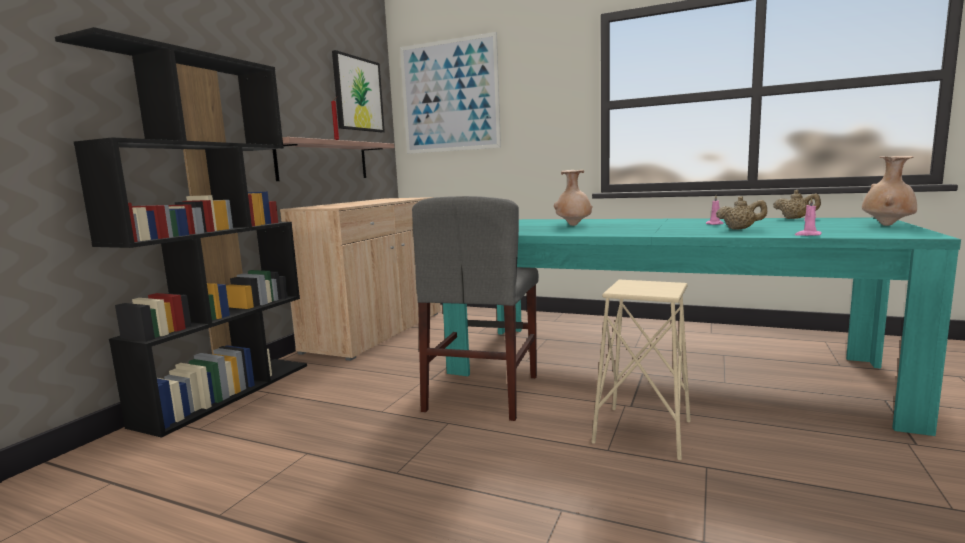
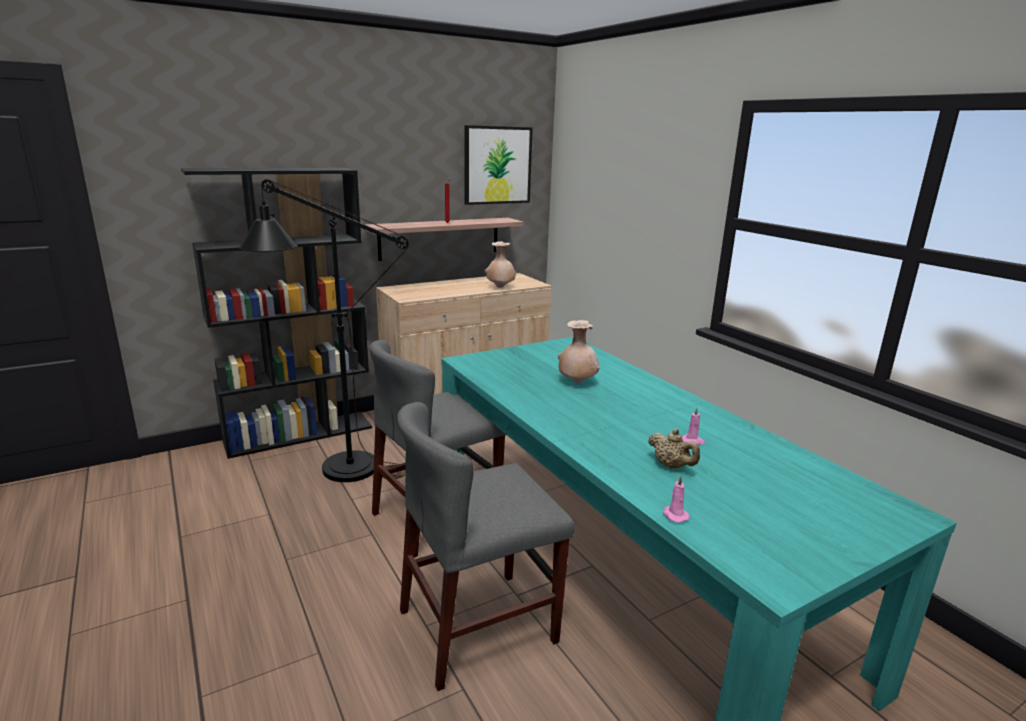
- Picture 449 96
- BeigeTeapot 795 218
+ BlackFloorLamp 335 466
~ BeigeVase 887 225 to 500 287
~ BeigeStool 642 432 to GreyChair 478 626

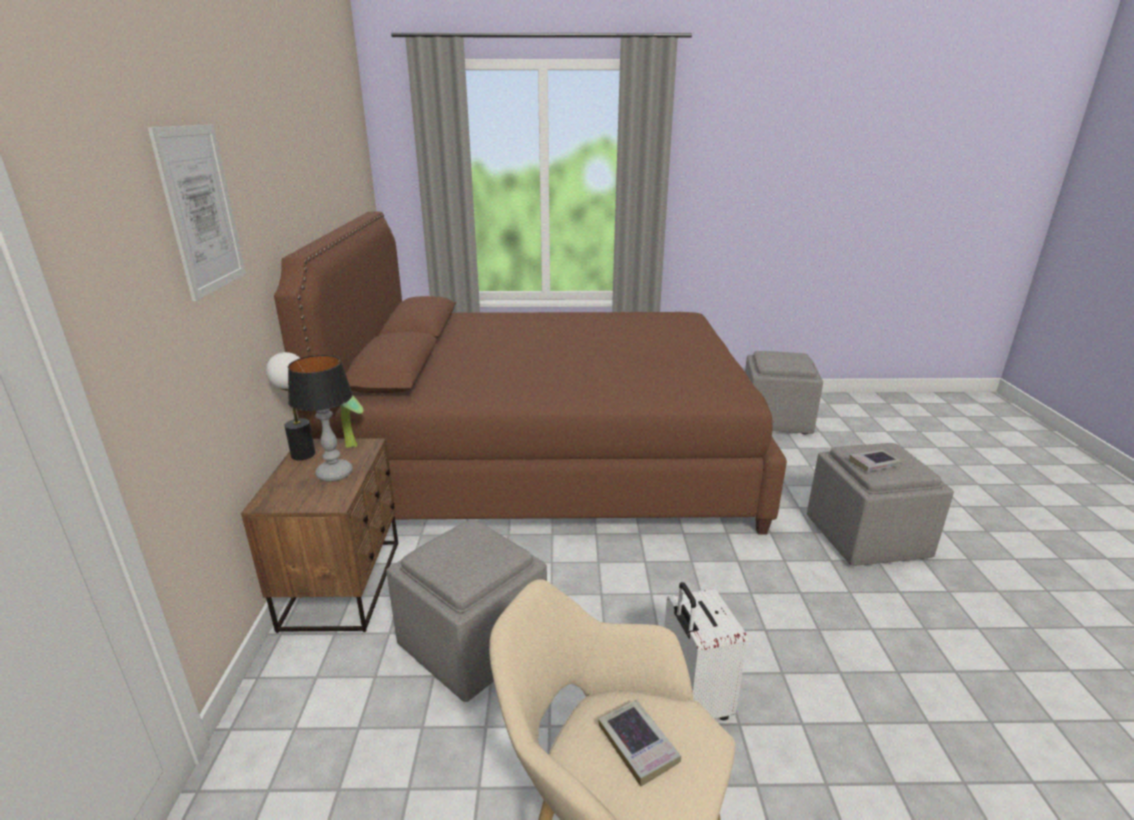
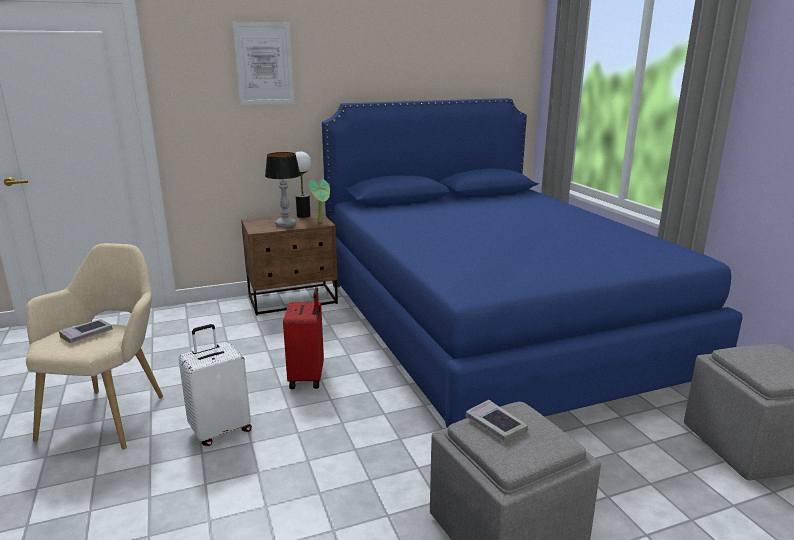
- GreyOttoman 475 643
+ RedSuitcase 308 378
~ BrownBed 550 458 to BlueBed 490 327

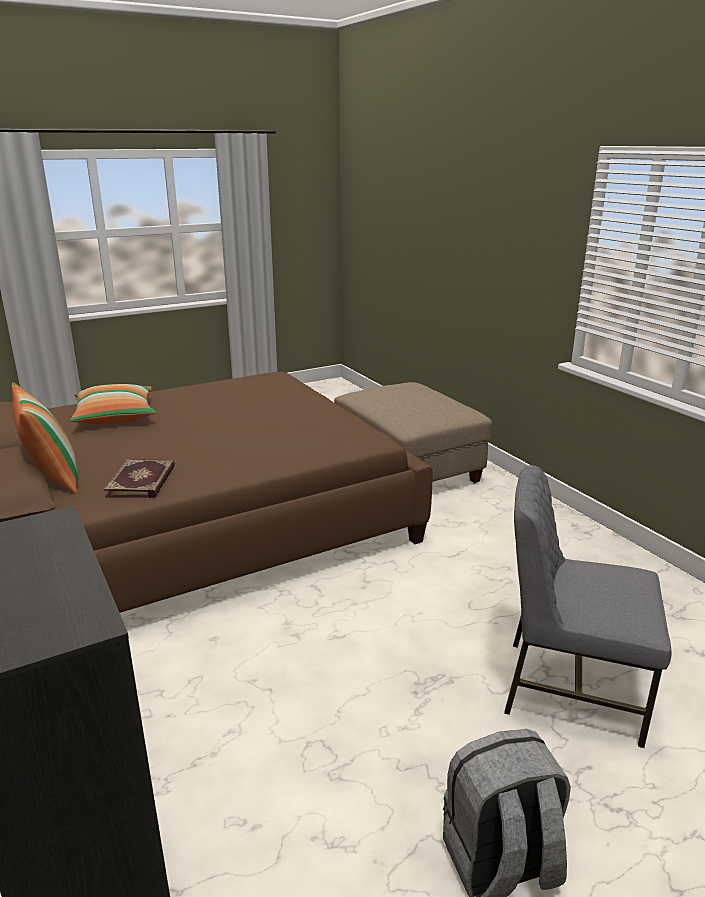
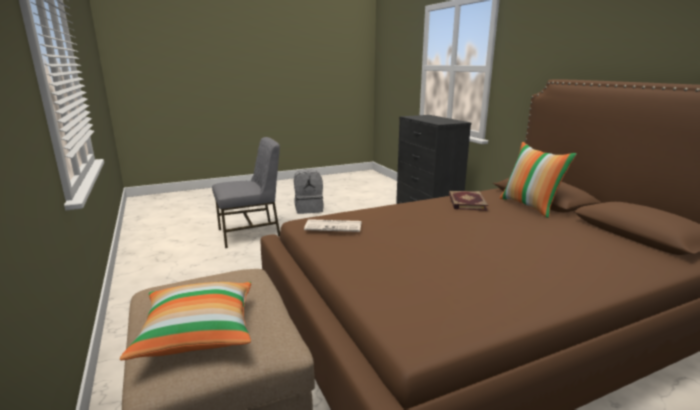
+ Newspaper 334 226
~ Pillow 115 417 to 197 332
~ GreyChair 569 688 = 250 234 45 degrees counterclockwise

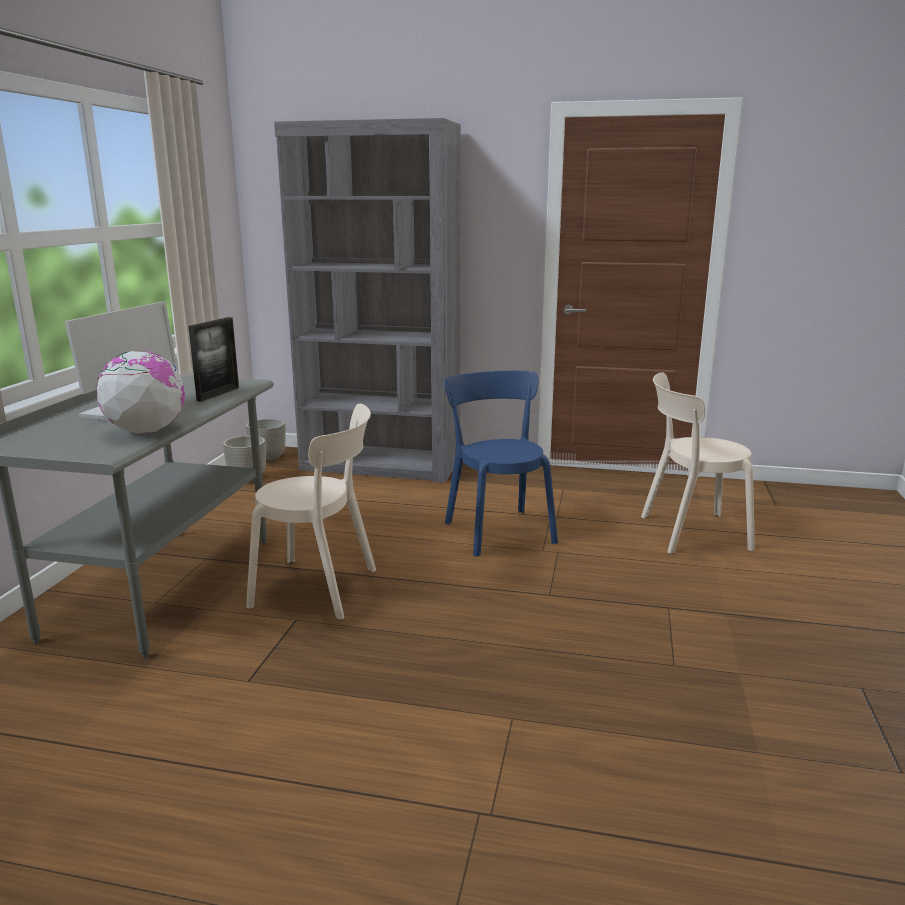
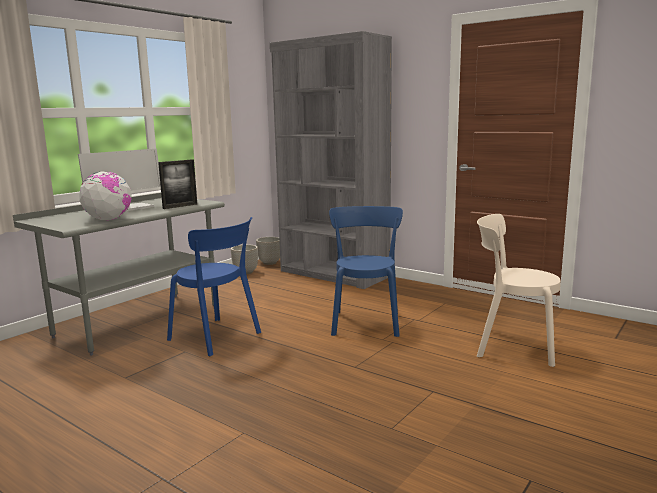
~ BeigeChair 320 588 to BlueChair 217 337

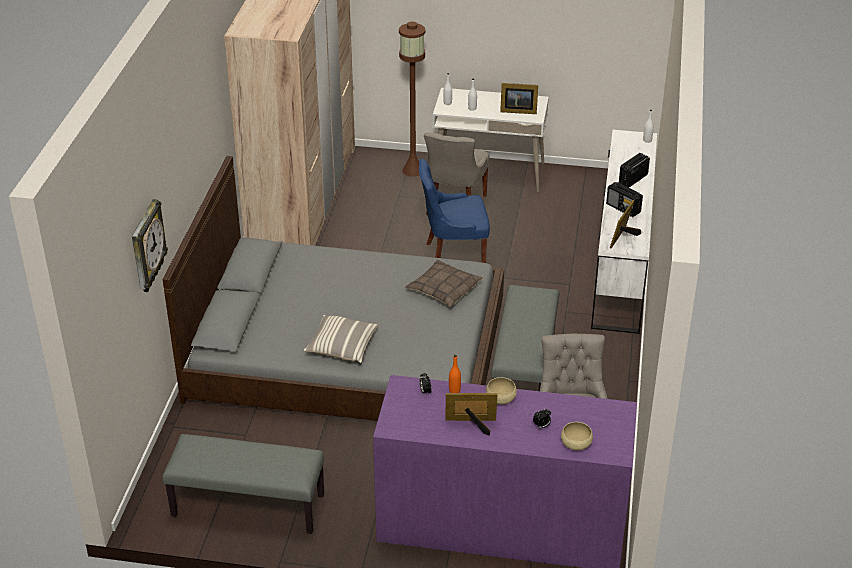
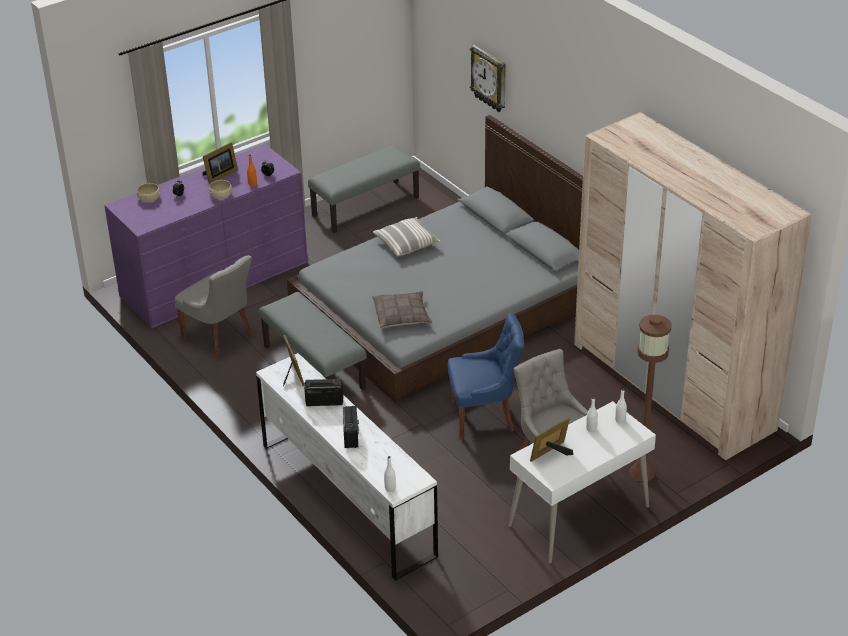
~ BlueChair 453 256 = 484 416 45 degrees clockwise

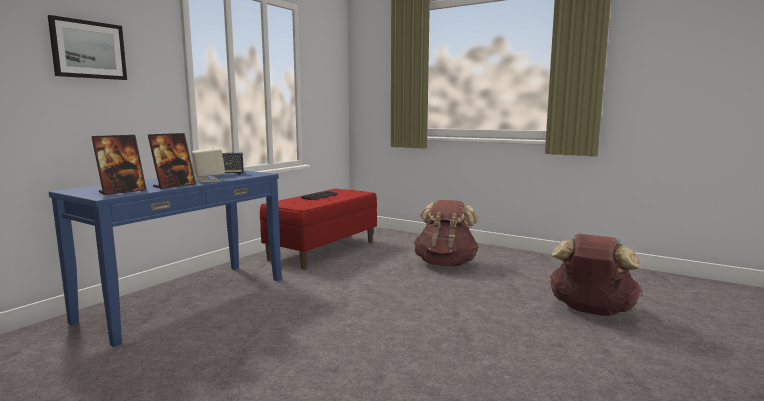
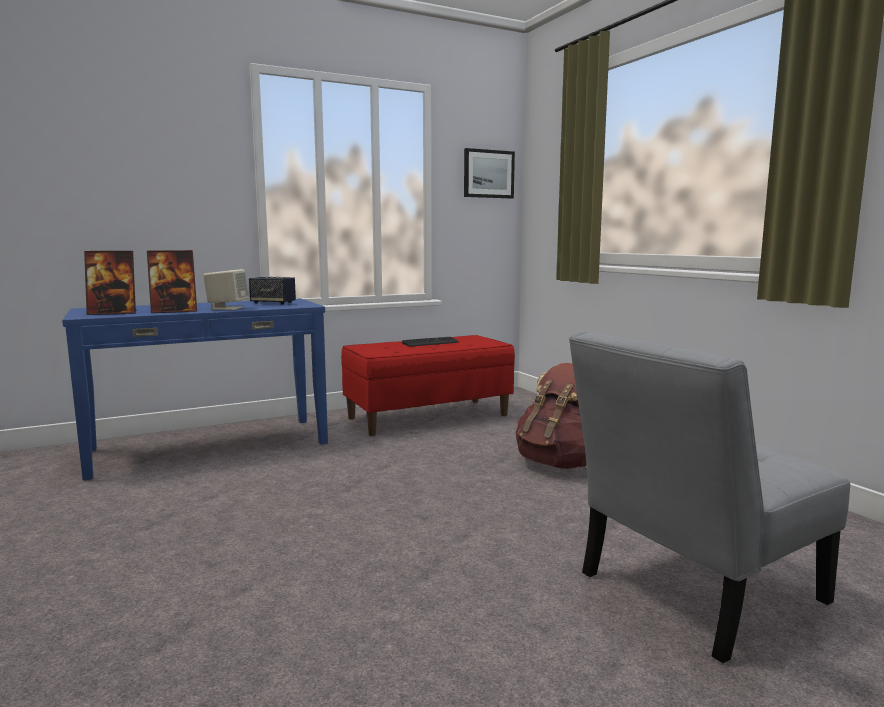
~ Picture 88 50 to 488 174
~ BrownBackpack 590 311 to GreyChair 691 592

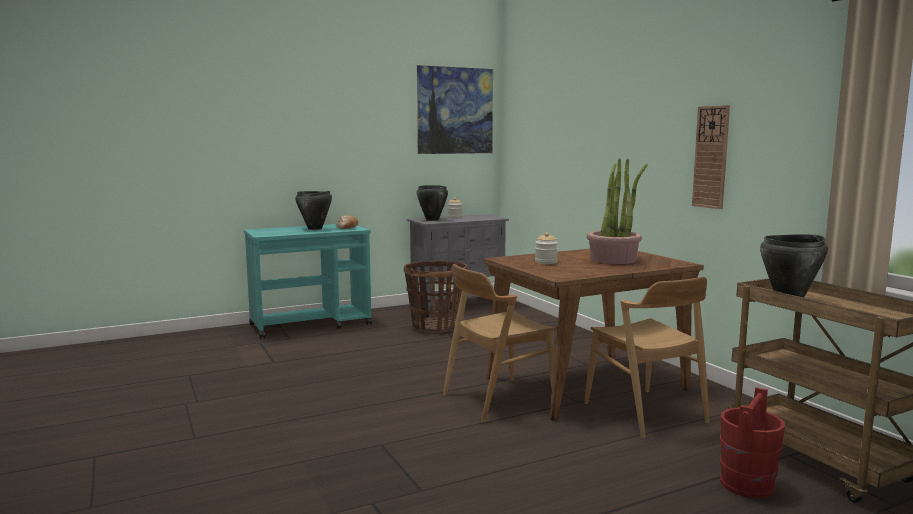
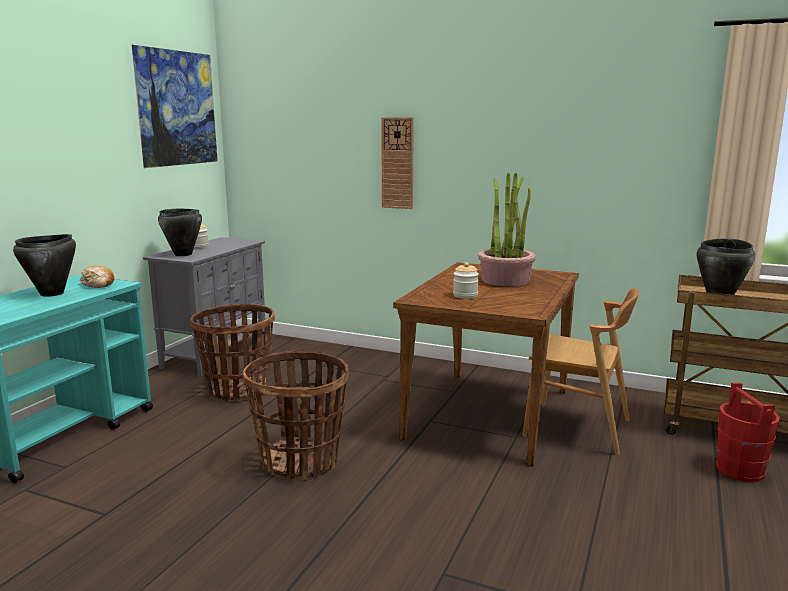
- BrownChair 498 399
+ Basket 300 461
~ WallClock 711 157 to 397 163

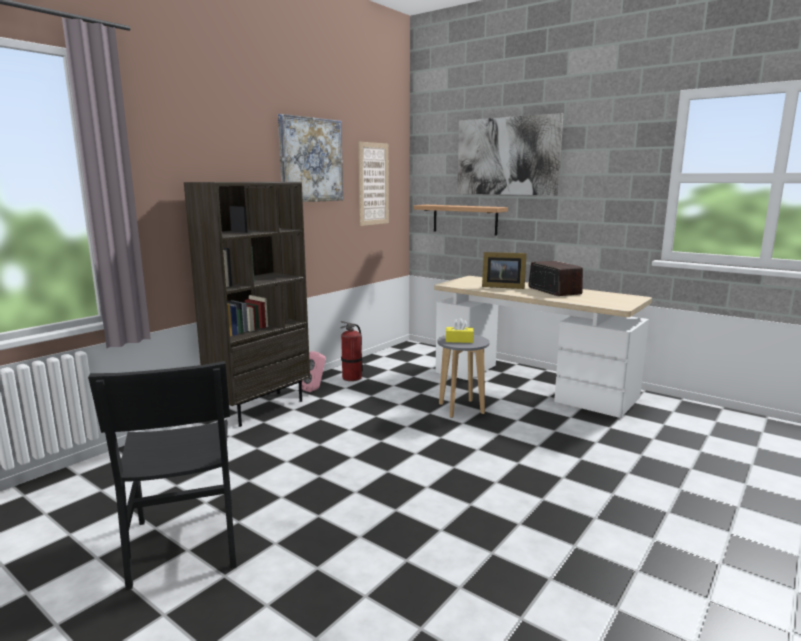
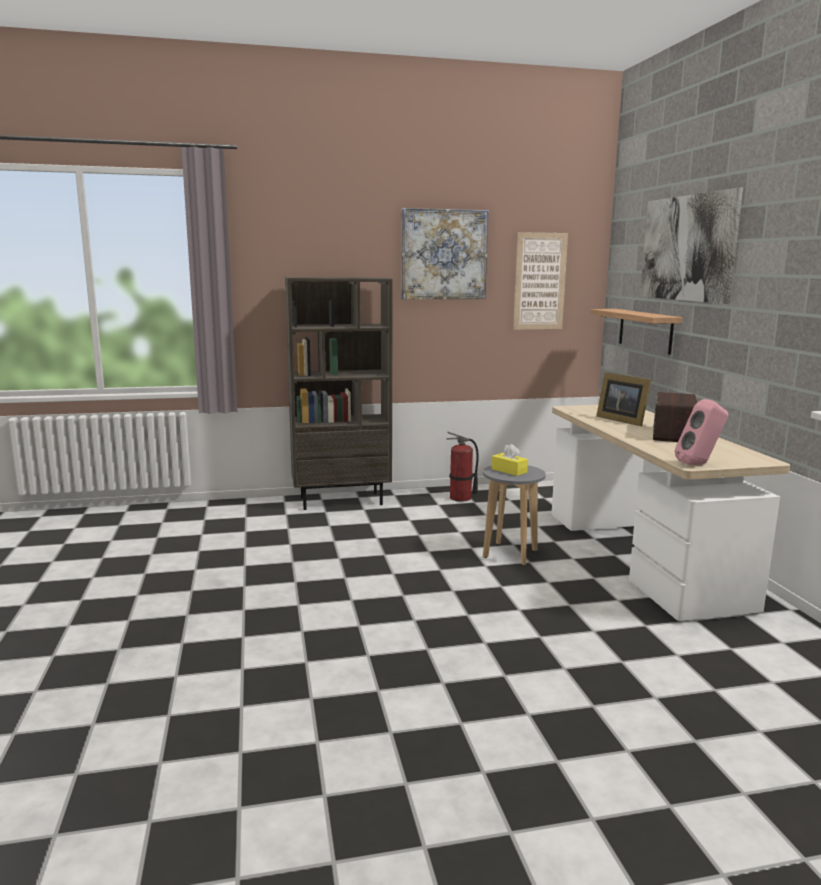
- BlackChair 184 543
~ PinkSpeaker 315 389 to 699 464

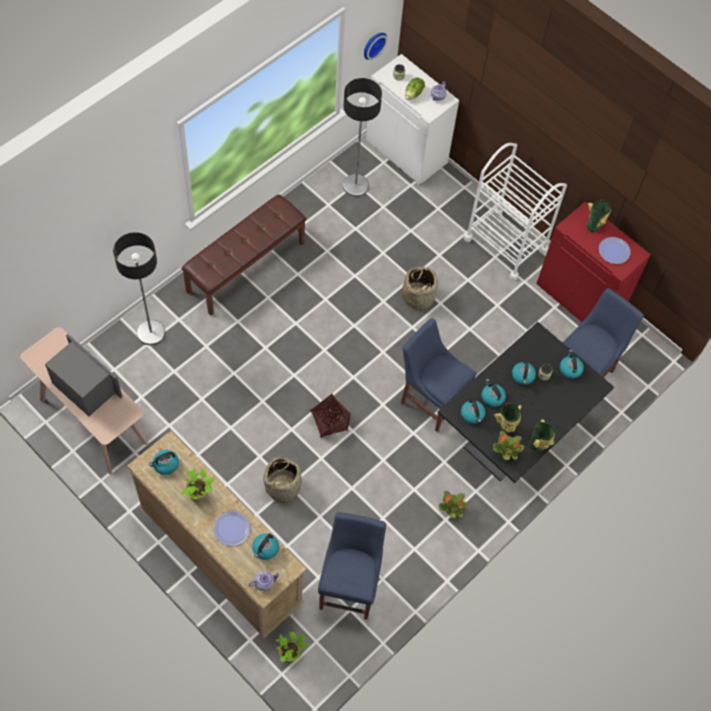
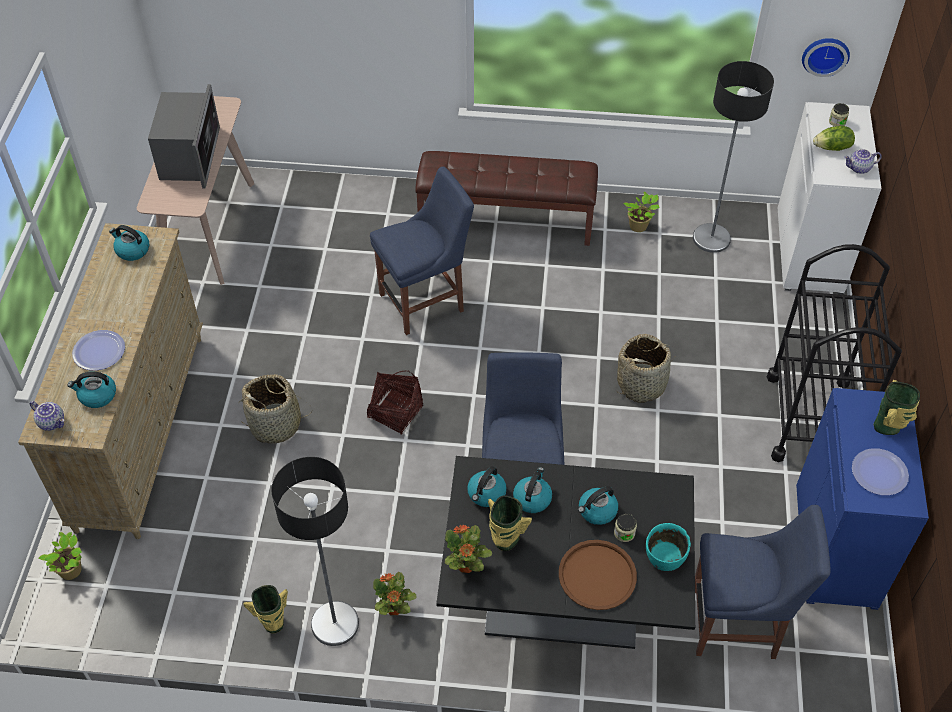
+ BrownTray 597 575
~ FloorLamp 150 332 to 335 623
~ PottedPlant 198 494 to 639 227
~ BlueChair 349 586 to 425 301
~ Vase 538 445 to 273 623
~ Kettle 570 369 to TurquoiseBowl 664 556
~ WhiteCart 505 244 to BlackCart 811 419
~ RedCabinet 580 297 to BlueCabinet 837 546

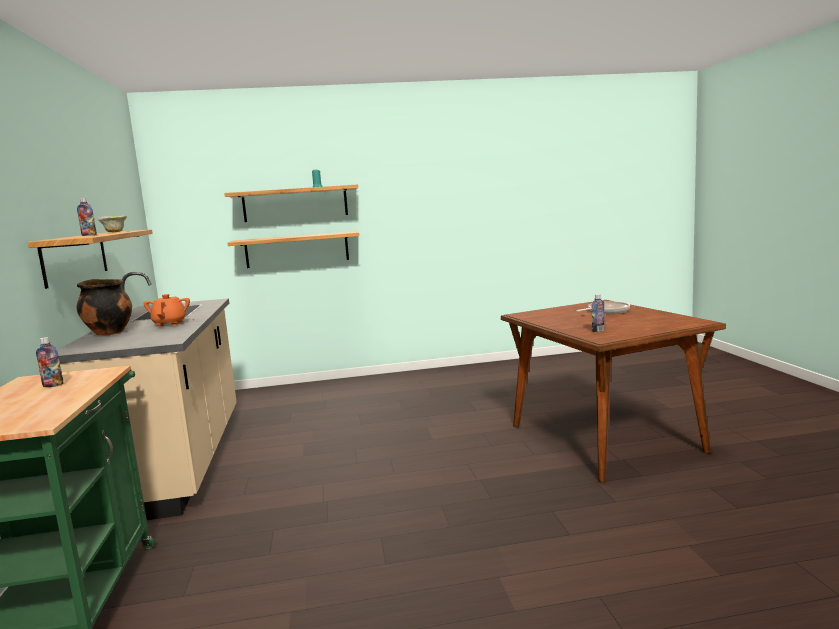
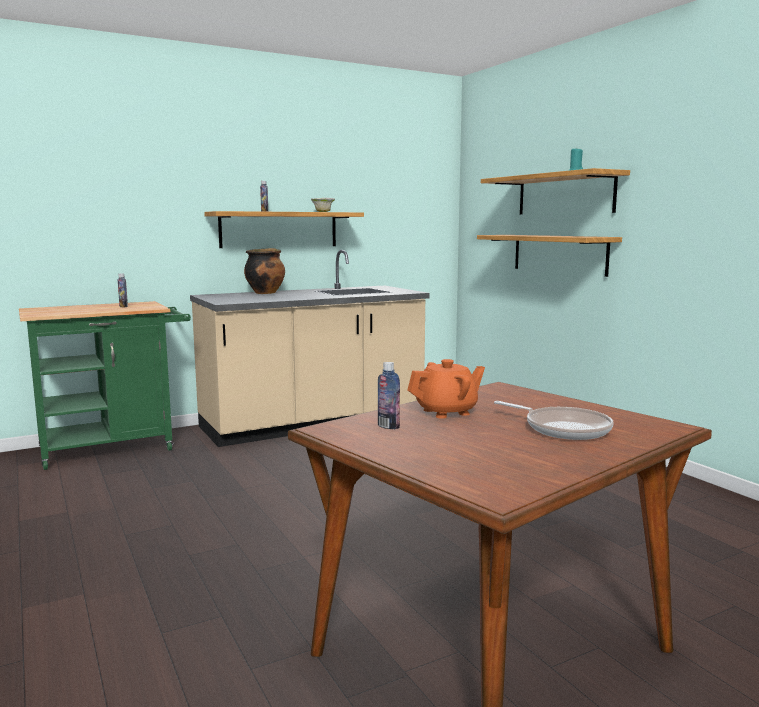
~ OrangeTeapot 170 324 to 447 412

